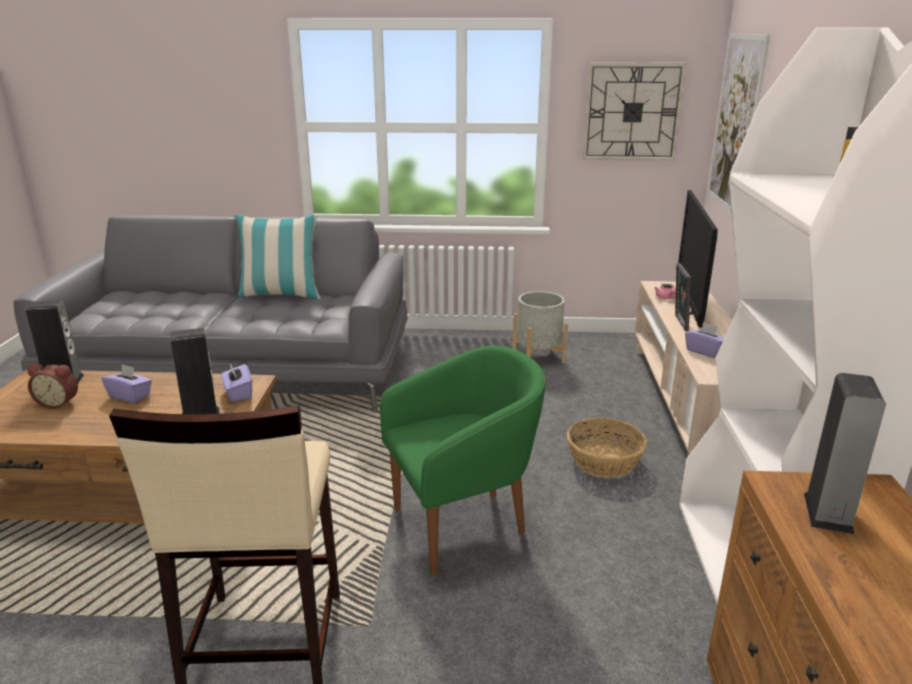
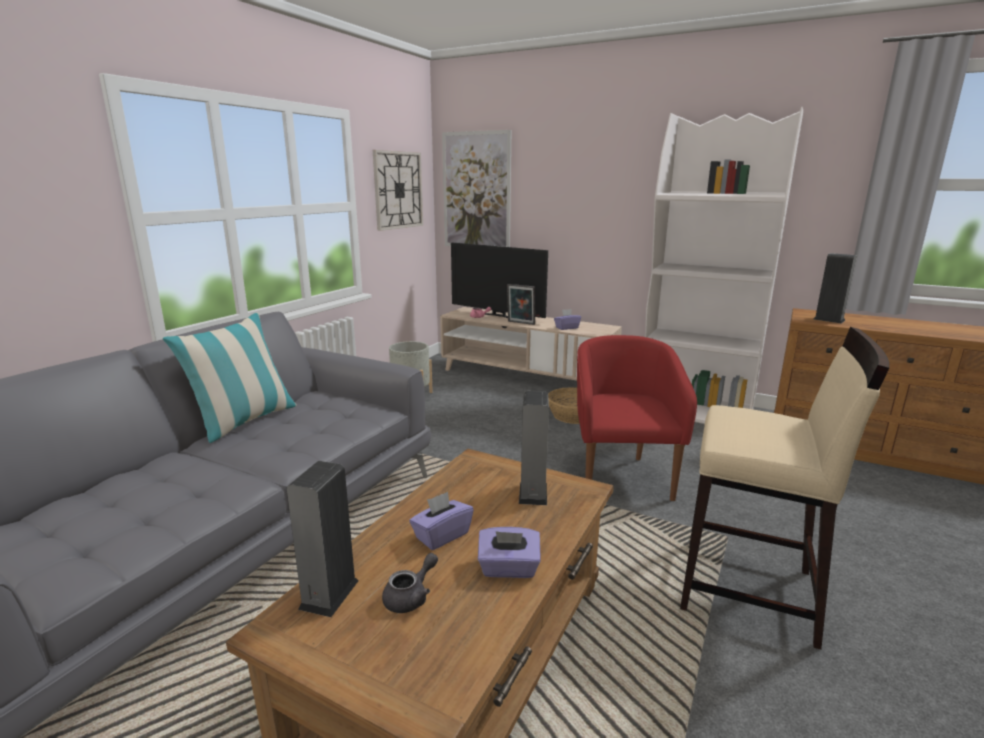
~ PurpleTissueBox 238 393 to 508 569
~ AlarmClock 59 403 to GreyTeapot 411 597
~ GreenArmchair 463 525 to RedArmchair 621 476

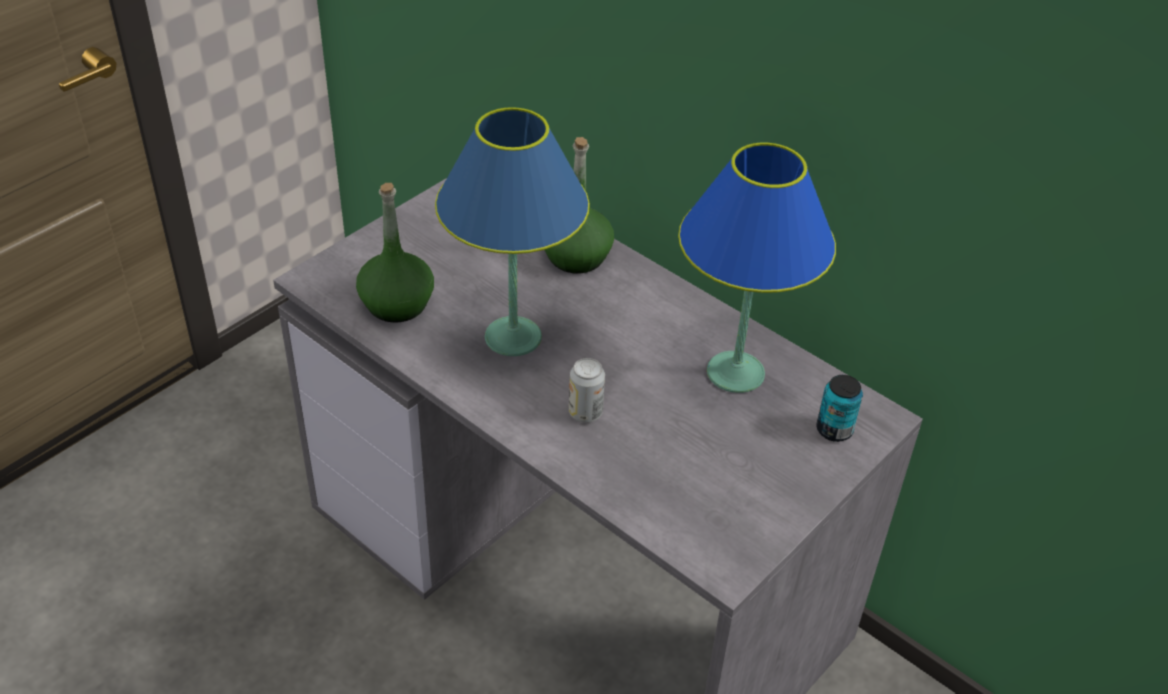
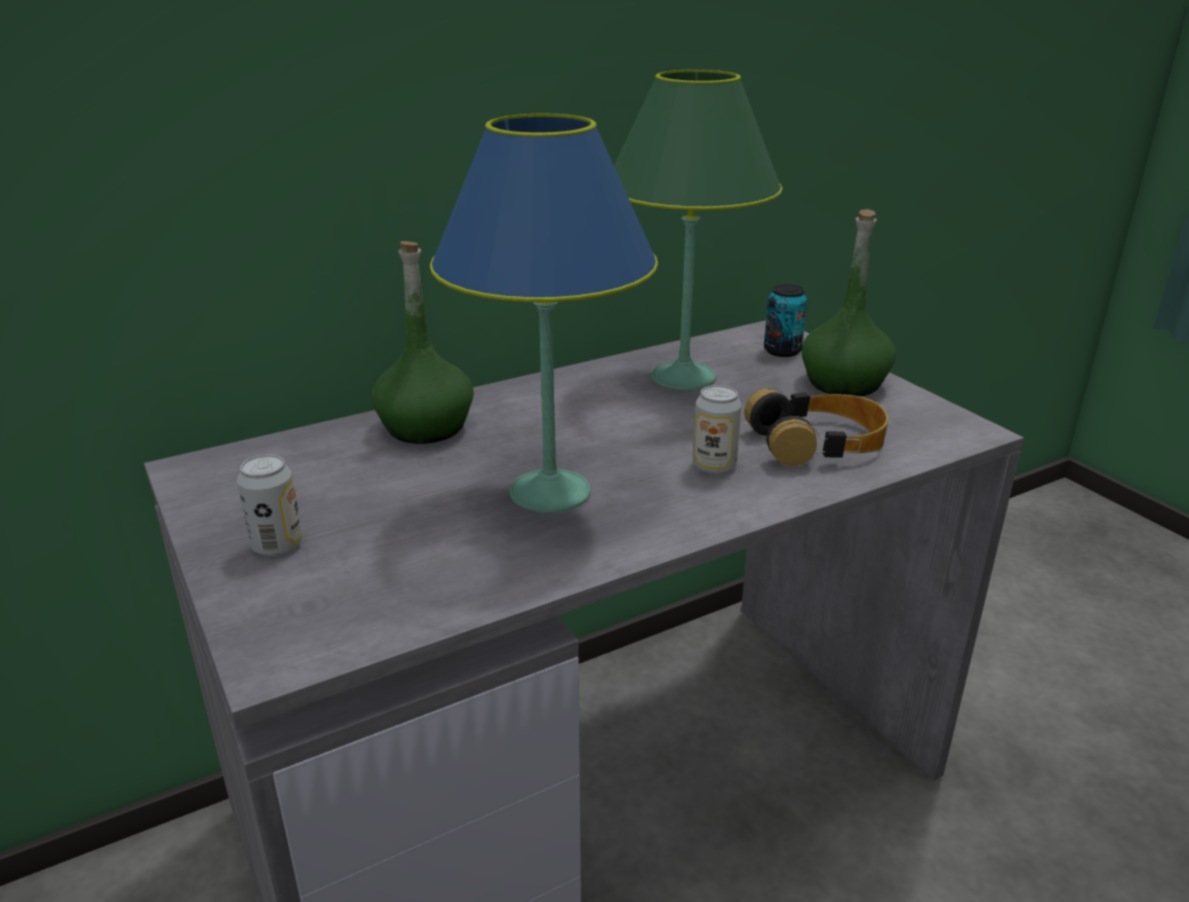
+ Can 277 545
+ Headphones 817 442
~ GreenBottle 396 304 to 844 383
~ BlueTableLamp 736 372 to GreenTableLamp 683 377

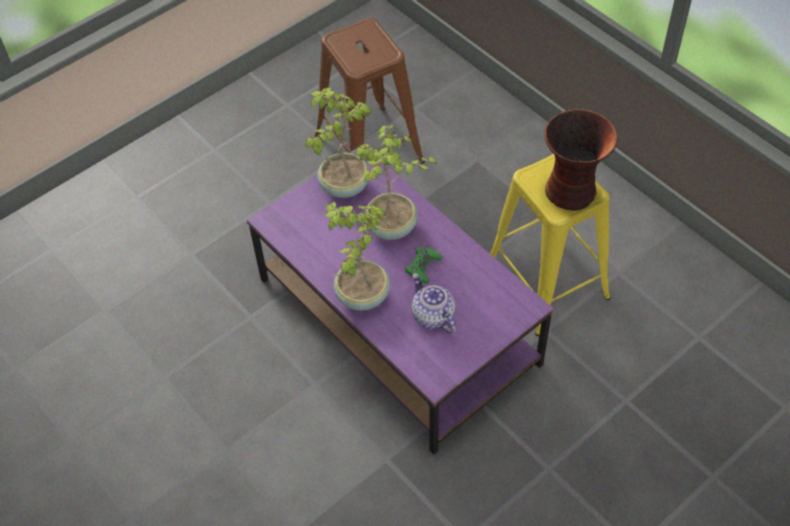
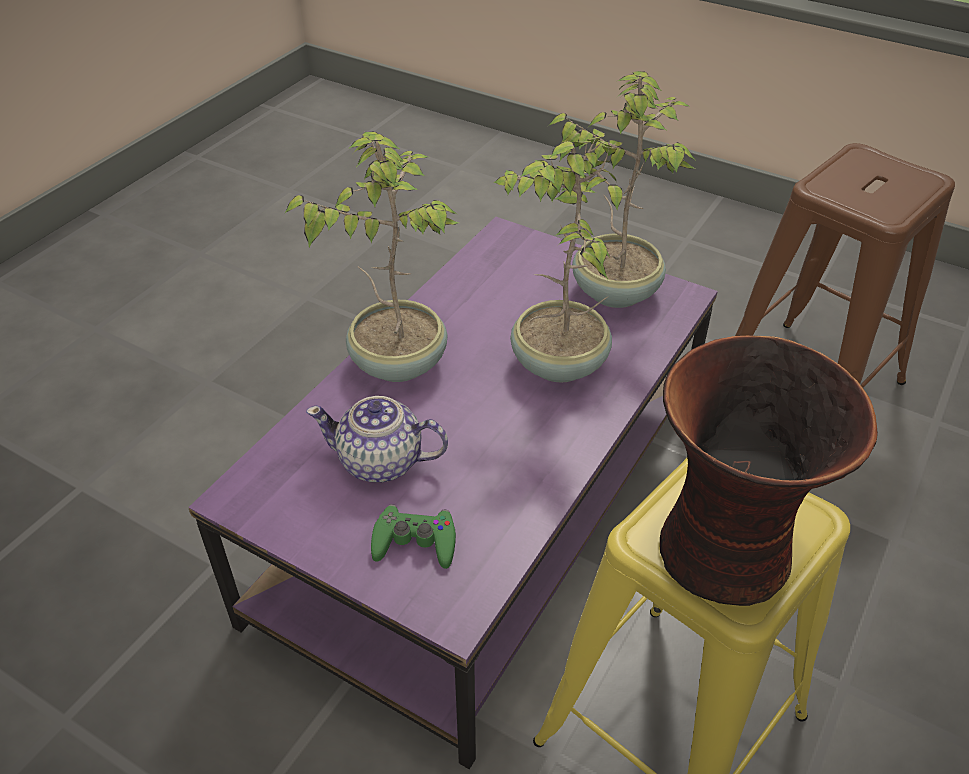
~ GreenGameController 423 267 to 415 542
~ Teapot 433 316 = 381 462 120 degrees counterclockwise

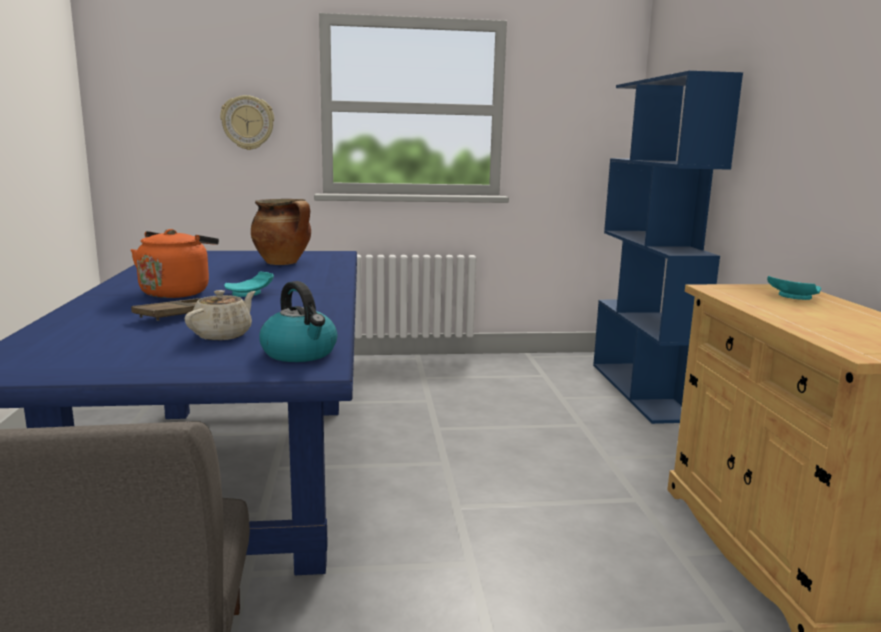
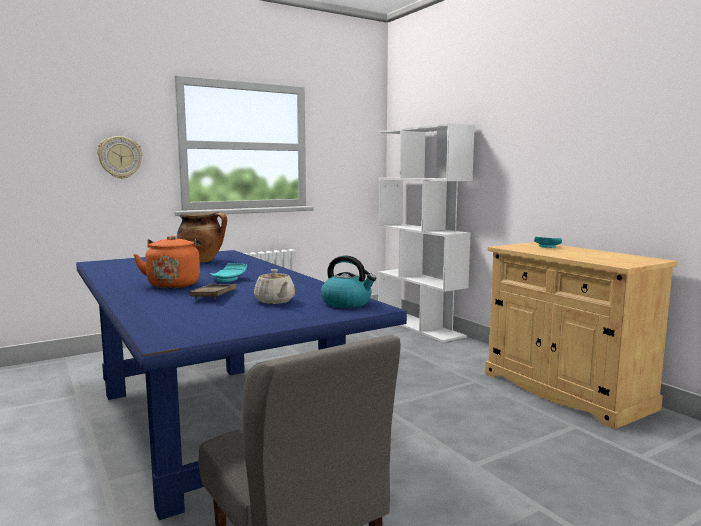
~ BlueBookcase 642 391 to WhiteBookcase 420 326
~ BeigeTeapot 223 335 = 275 301 150 degrees clockwise

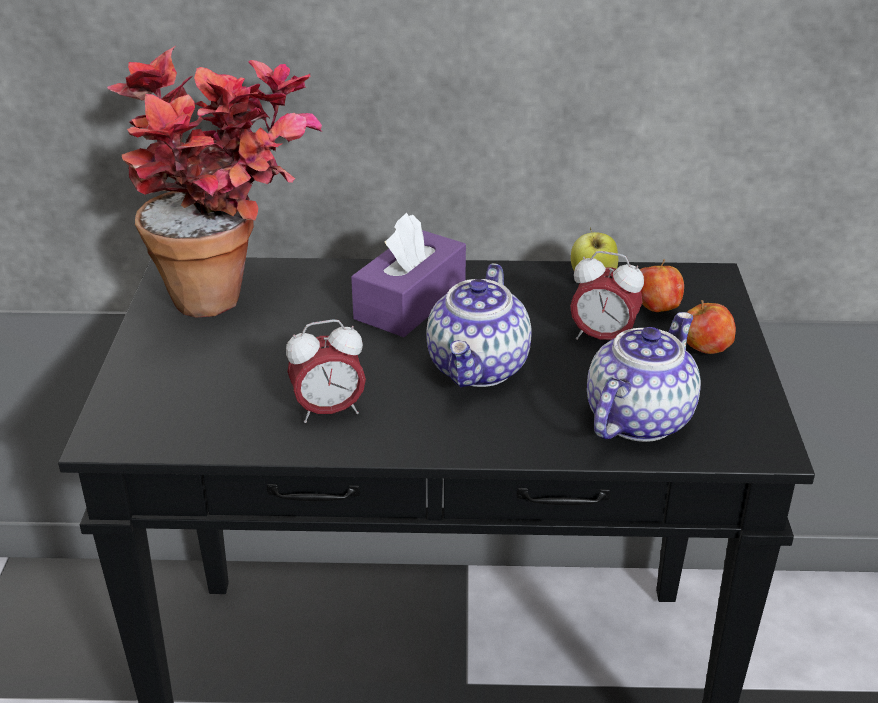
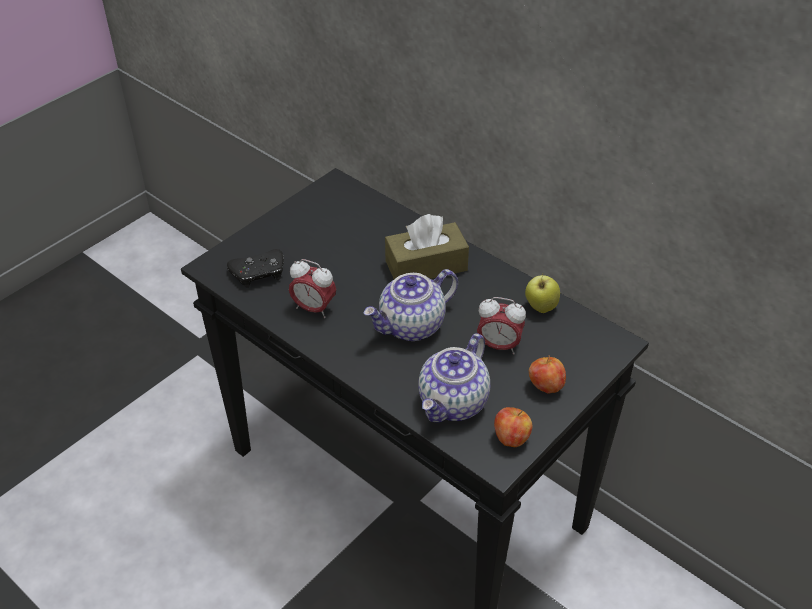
- PottedPlant 234 298
+ BlackGameController 258 273
~ Apple 656 308 to 511 438
~ PurpleTissueBox 410 302 to BrownTissueBox 426 266
~ AlarmClock 602 338 = 498 346 45 degrees counterclockwise
~ Teapot 637 418 = 454 403 135 degrees clockwise

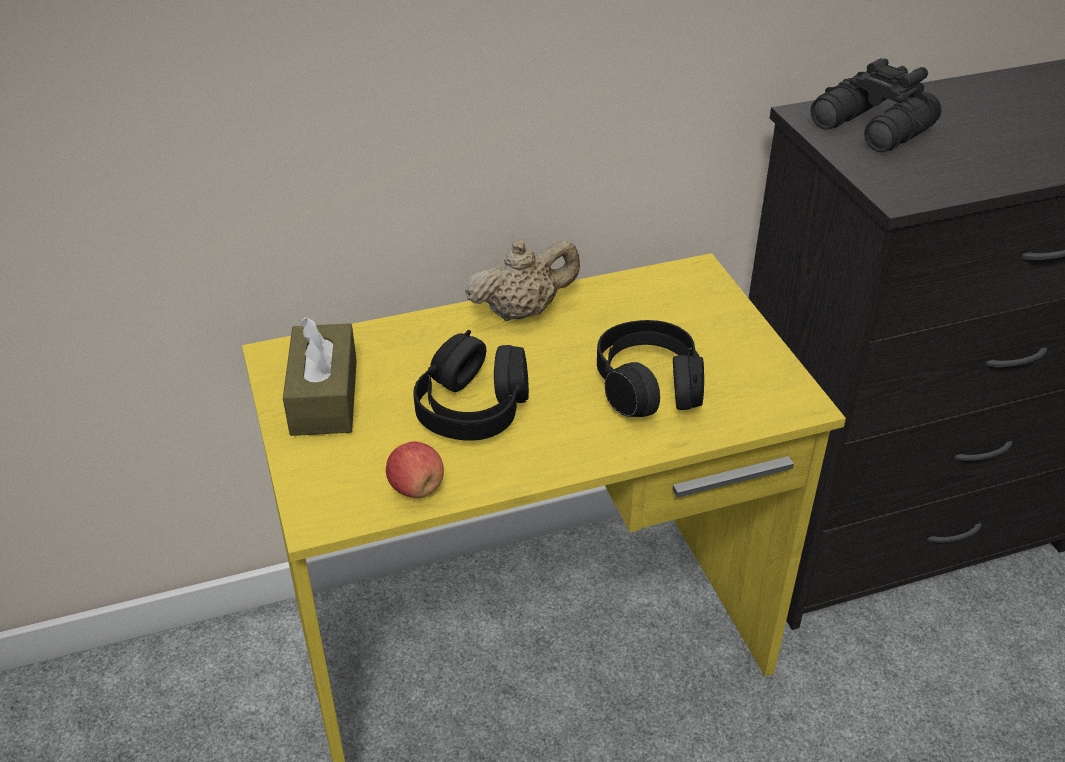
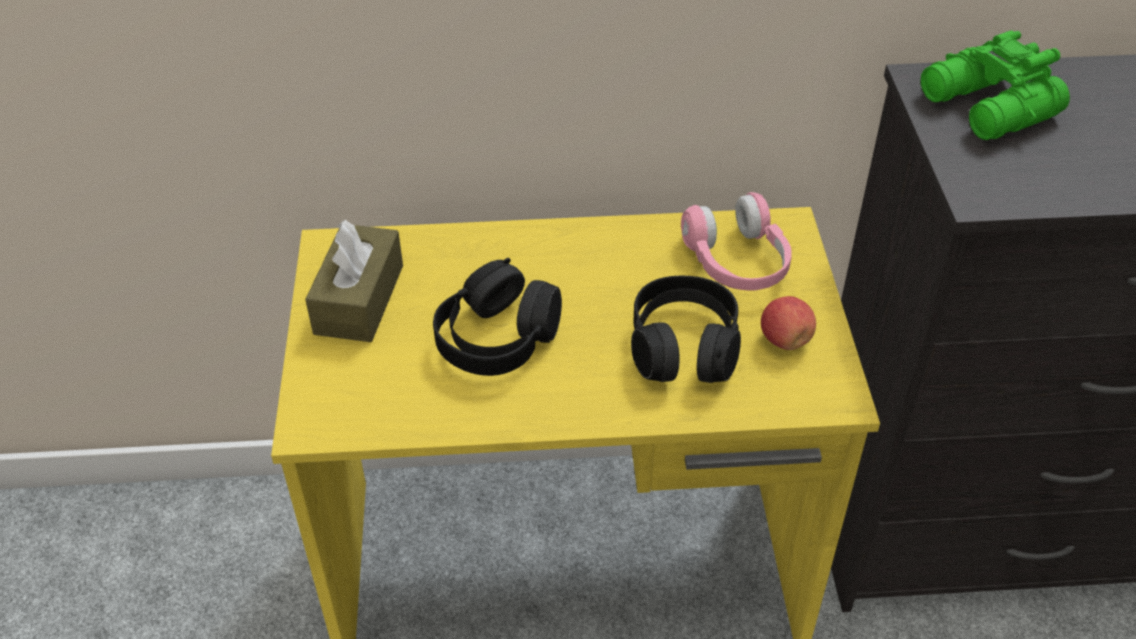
- BeigeTeapot 522 311
+ PinkHeadphones 737 262
~ Apple 416 488 to 785 340
~ BlackBinoculars 872 129 to GreenBinoculars 988 108

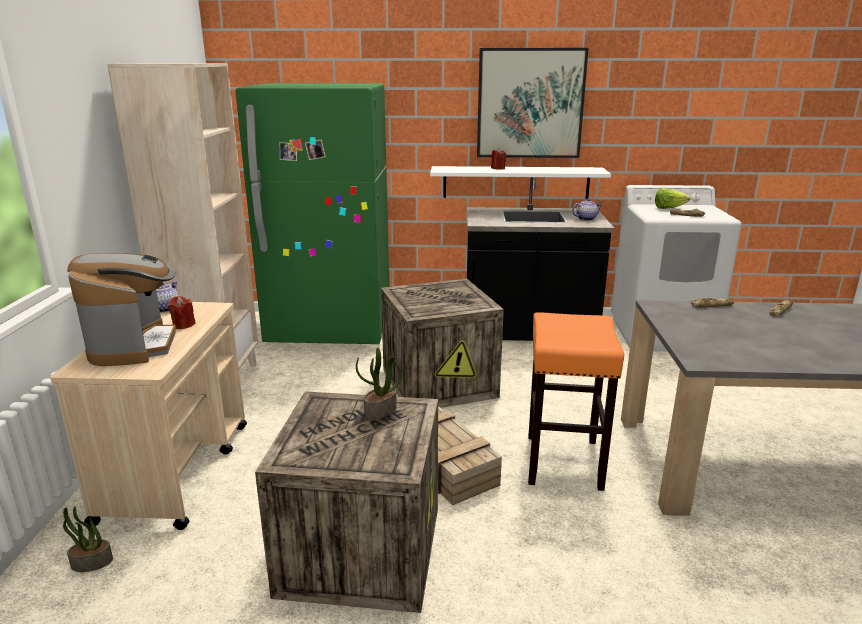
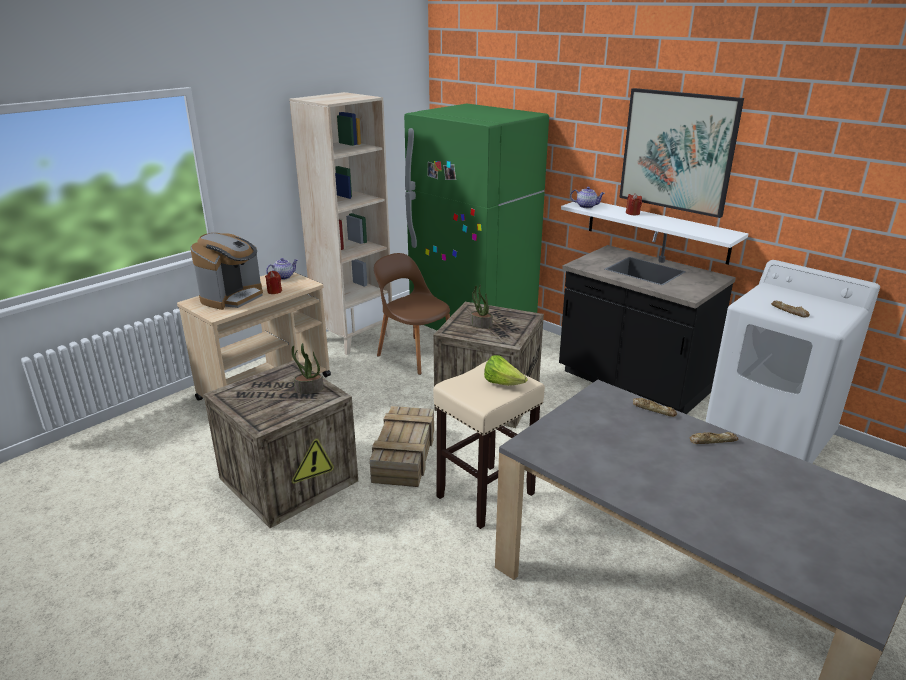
+ BrownChair 415 354
~ PottedPlant 91 563 to 480 325
~ Teapot 586 219 to 586 206
~ Lettuce 668 208 to 503 383
~ OrangeStool 563 461 to BeigeStool 486 494

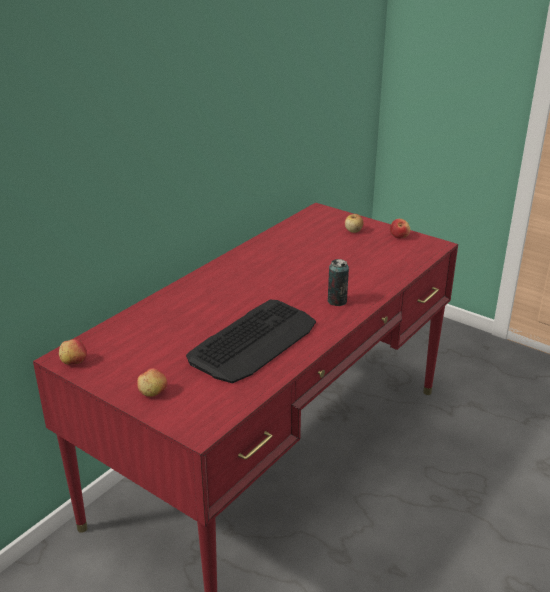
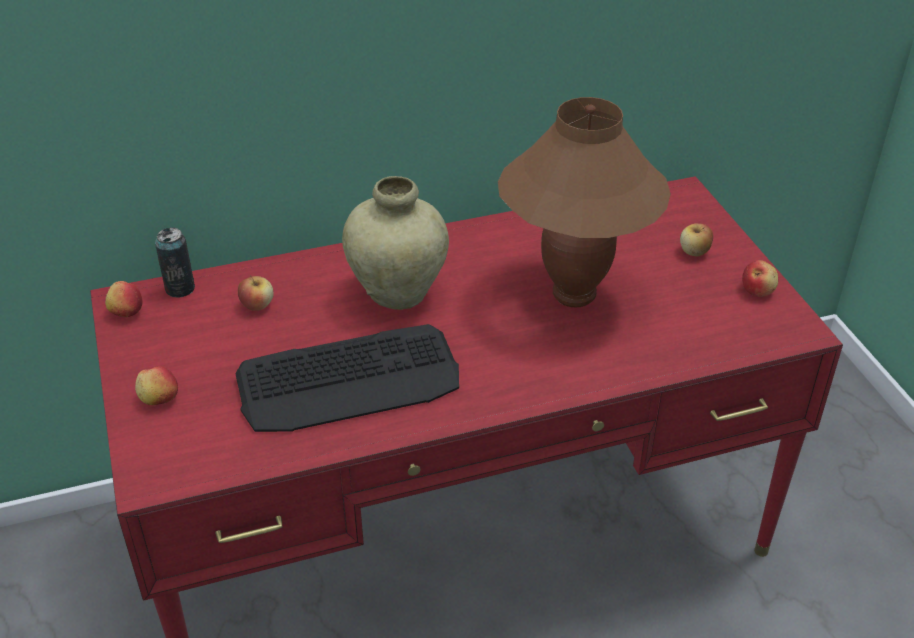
+ Apple 257 305
+ BeigeVase 397 294
+ BrownTableLamp 574 295
~ Can 337 301 to 180 288

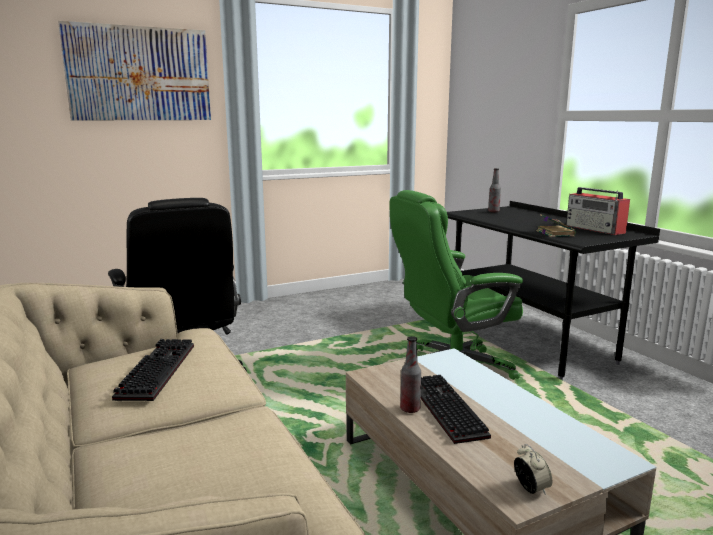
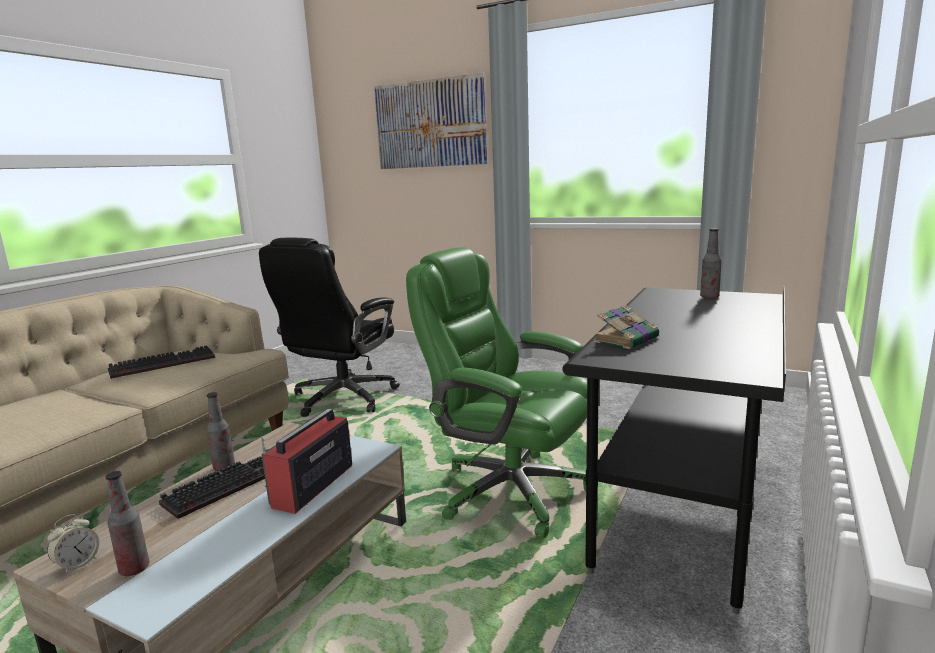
+ Bottle 134 569
~ Radio 595 229 to 312 486

